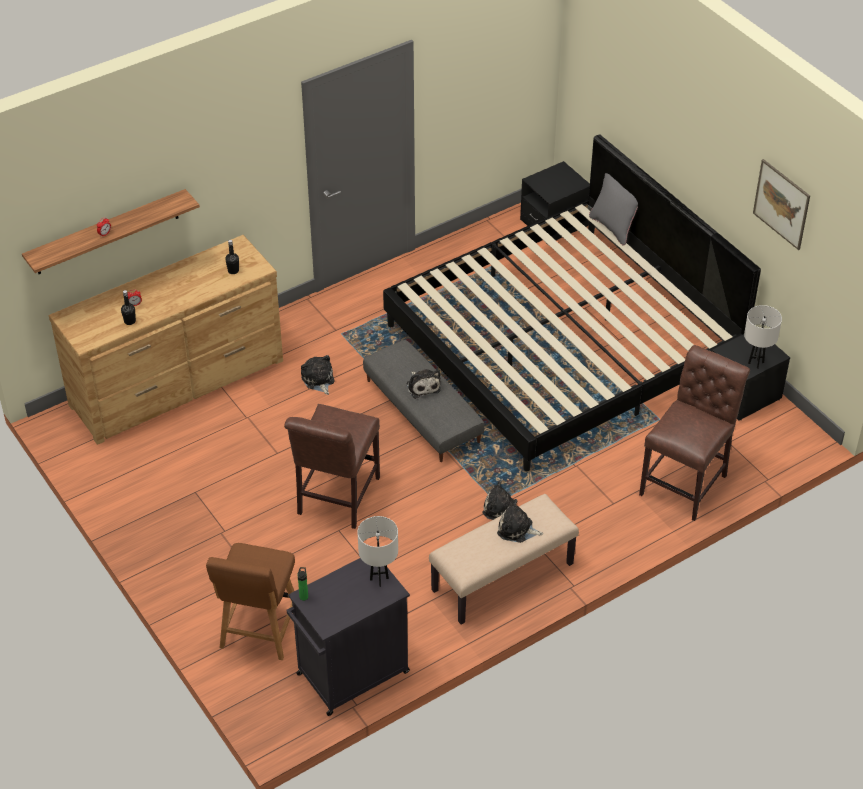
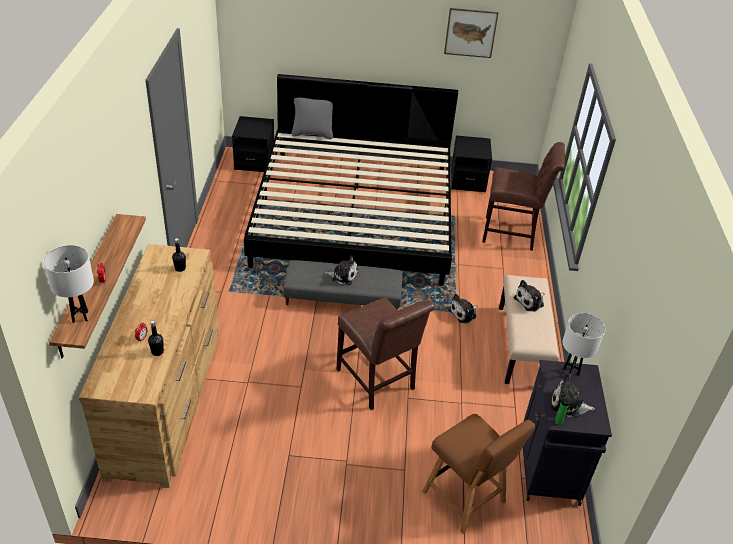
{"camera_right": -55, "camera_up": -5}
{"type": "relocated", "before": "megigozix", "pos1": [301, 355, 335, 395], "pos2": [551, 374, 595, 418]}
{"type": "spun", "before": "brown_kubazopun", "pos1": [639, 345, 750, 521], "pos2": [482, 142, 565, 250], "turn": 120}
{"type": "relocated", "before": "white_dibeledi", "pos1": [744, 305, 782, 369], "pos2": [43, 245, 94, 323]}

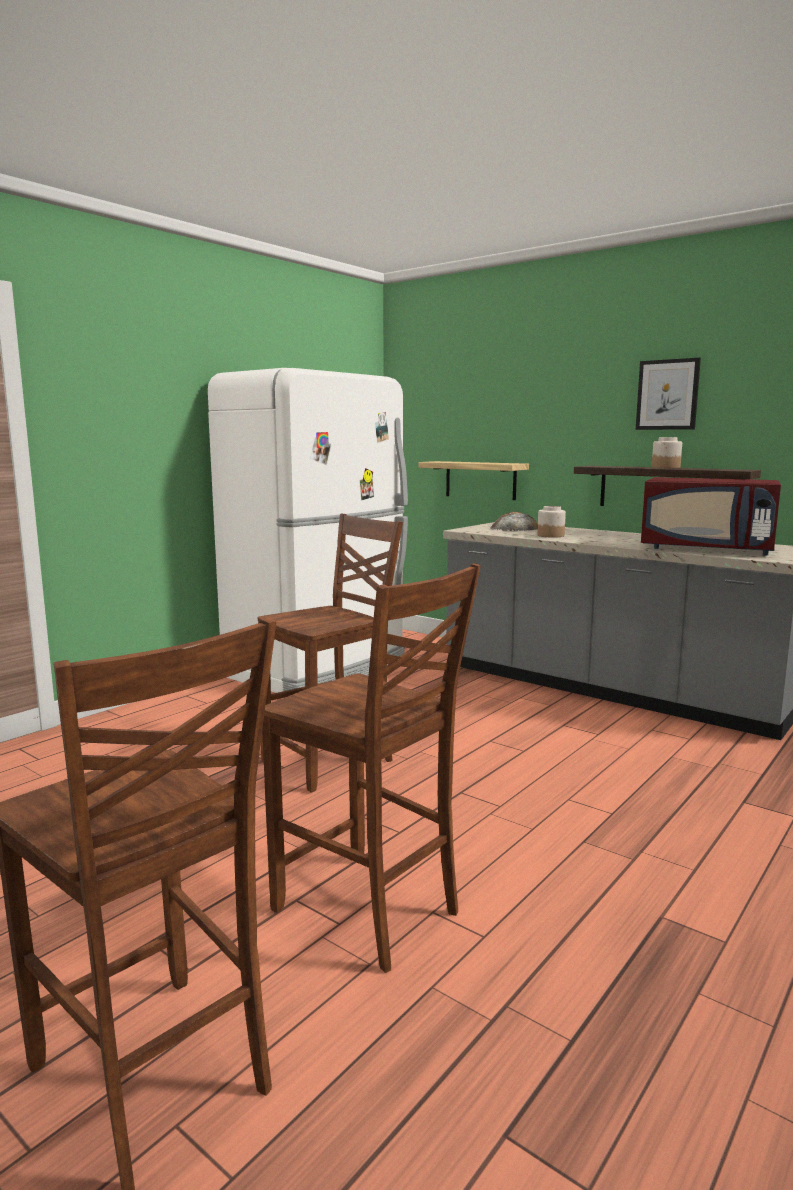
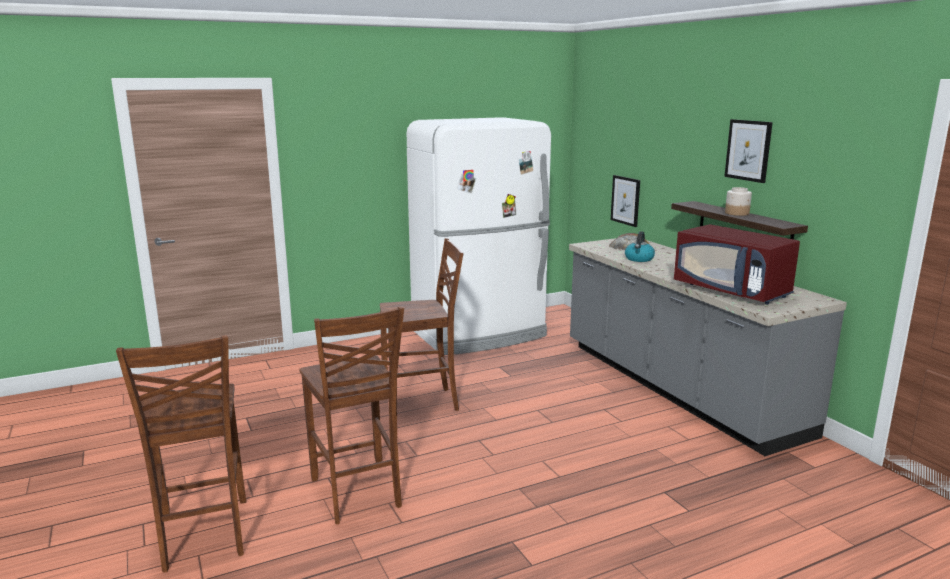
{"camera_right": 25, "camera_up": 5}
{"type": "exchanged", "before": "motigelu", "after": "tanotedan", "pos1": [419, 461, 529, 500], "pos2": [611, 175, 640, 227]}
{"type": "exchanged", "before": "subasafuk", "after": "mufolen", "pos1": [537, 506, 566, 538], "pos2": [625, 231, 655, 262]}

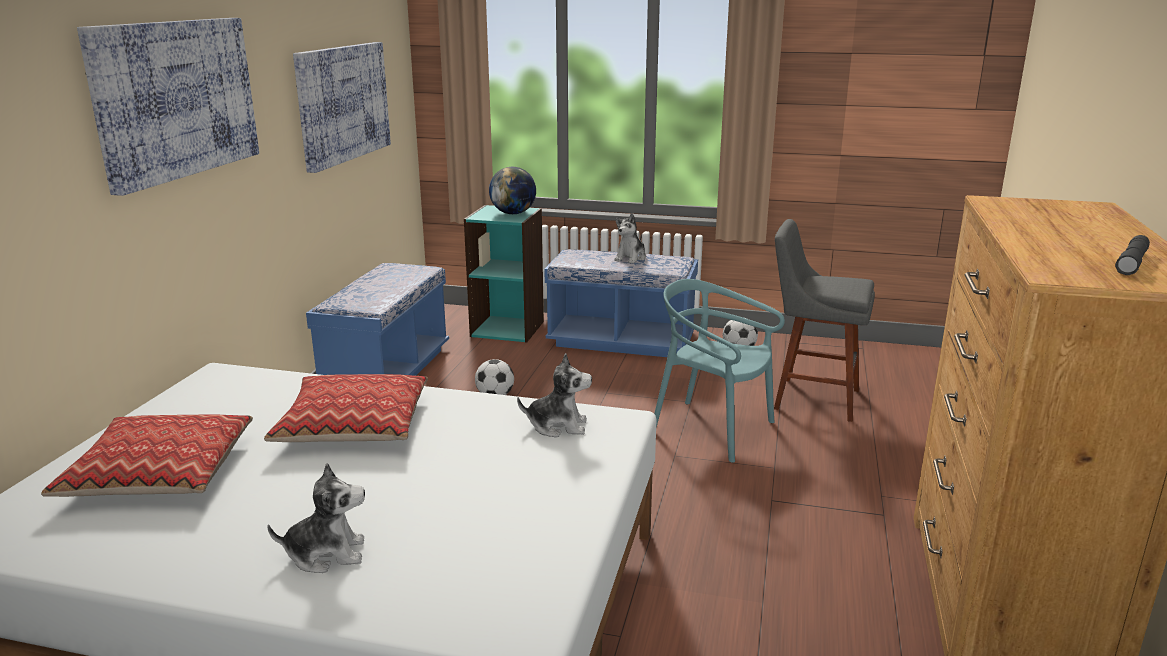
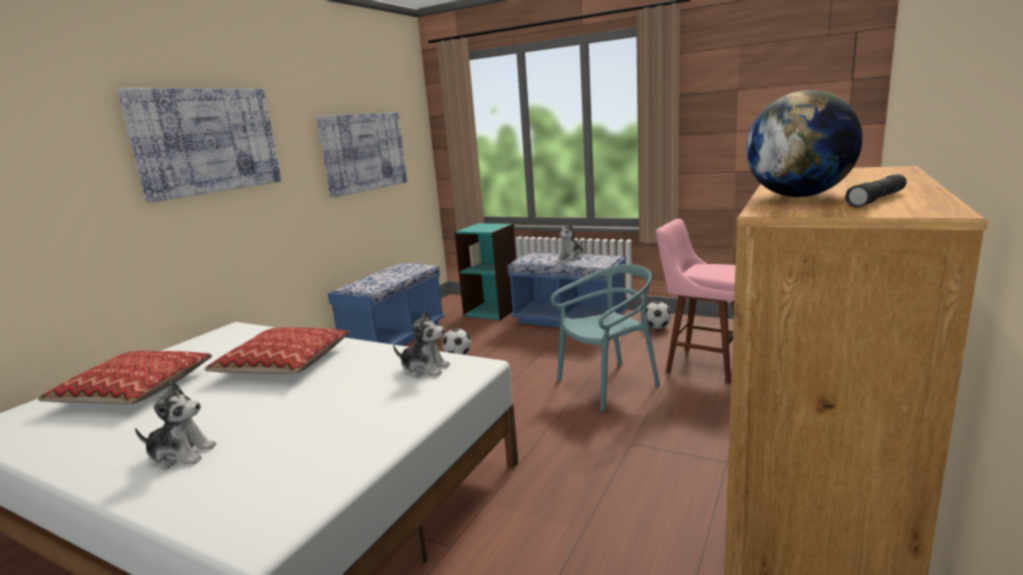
{"camera_right": 15, "camera_up": -5}
{"type": "relocated", "before": "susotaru", "pos1": [489, 167, 536, 214], "pos2": [746, 90, 863, 197]}
{"type": "spun", "before": "turquoise_kubazopun", "pos1": [654, 279, 785, 463], "pos2": [551, 264, 660, 411], "turn": 105}
{"type": "colour", "before": "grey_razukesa", "after": "pink_razukesa", "pos1": [774, 219, 875, 422], "pos2": [656, 219, 736, 384]}

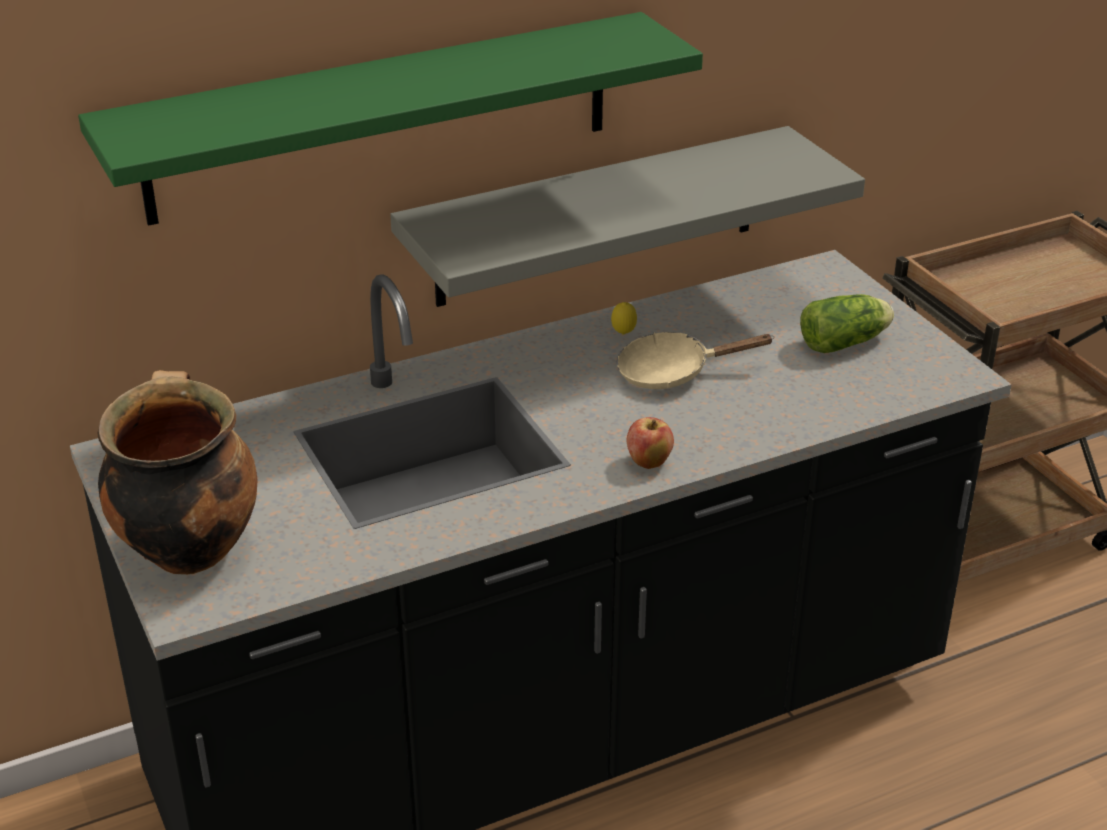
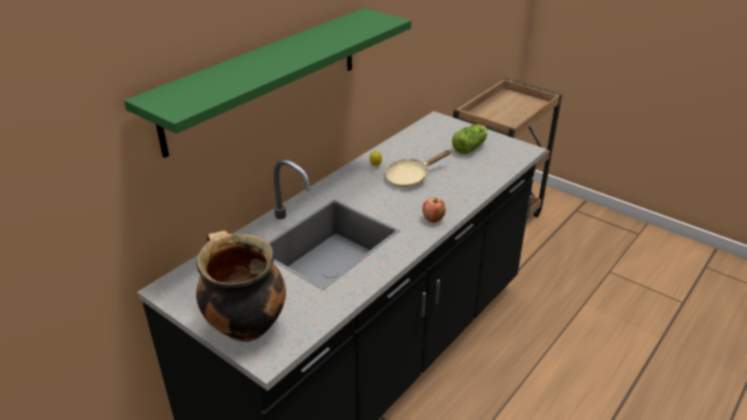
{"camera_right": -25, "camera_up": 0}
{"type": "missing", "before": "grey_motigelu", "pos1": [390, 126, 865, 307]}

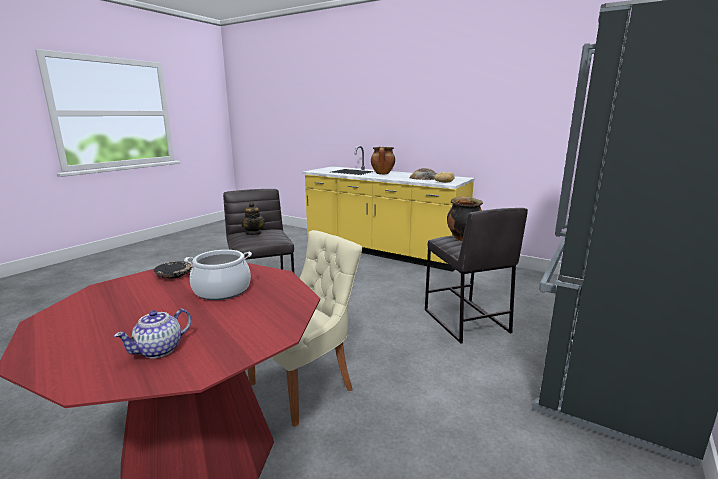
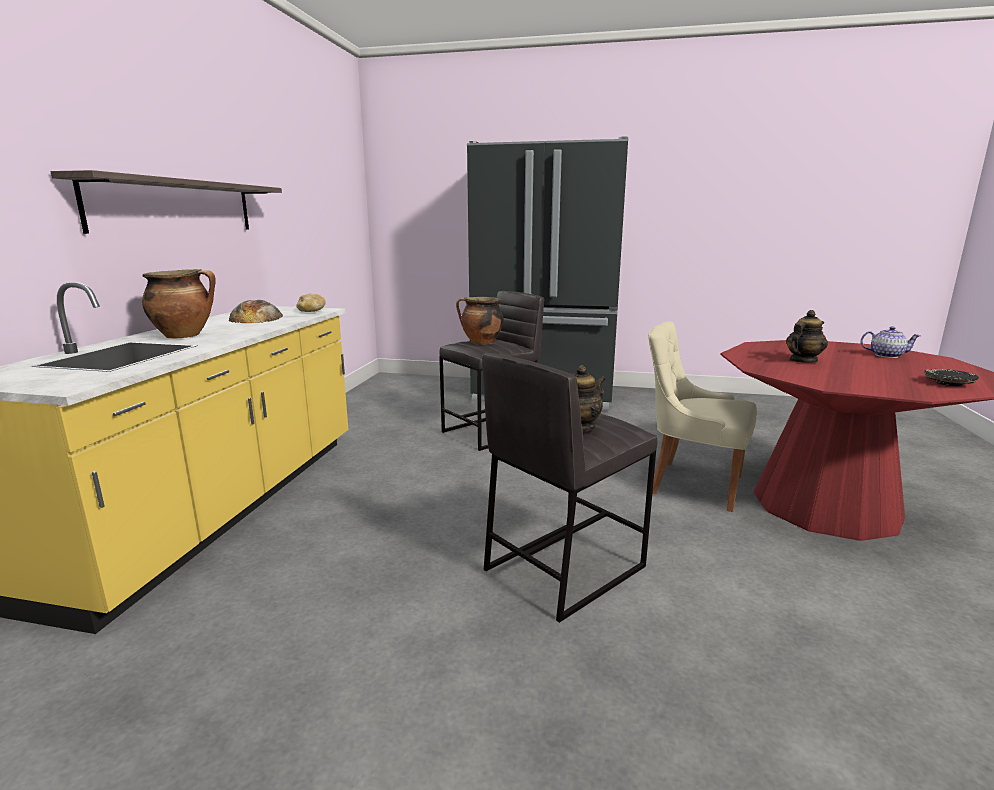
{"camera_right": -110, "camera_up": 0}
{"type": "relocated", "before": "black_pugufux", "pos1": [154, 261, 193, 278], "pos2": [924, 369, 979, 386]}
{"type": "exchanged", "before": "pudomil", "after": "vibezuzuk", "pos1": [184, 250, 252, 300], "pos2": [786, 310, 828, 363]}
{"type": "appeared", "after": "motigelu", "pos2": [51, 170, 282, 234]}

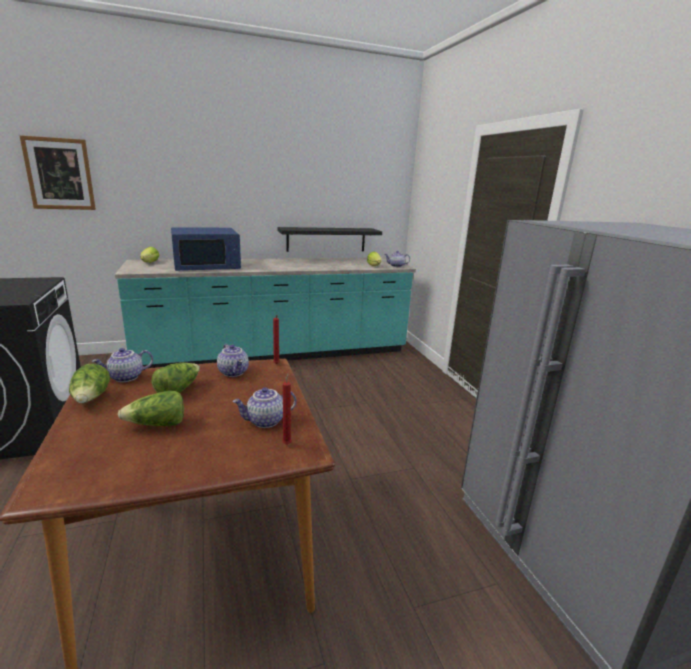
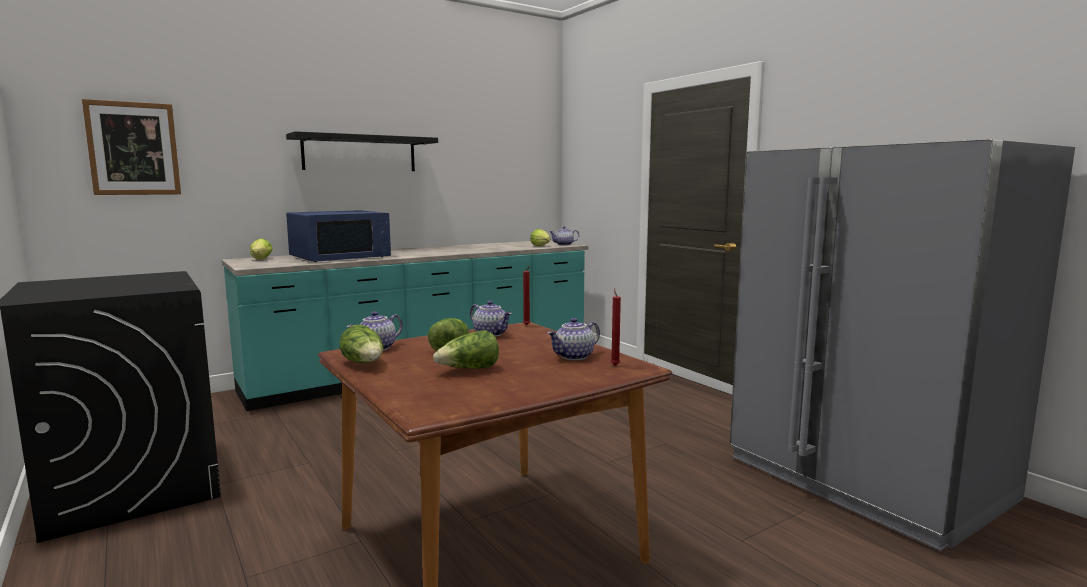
{"camera_right": -15, "camera_up": -10}
{"type": "relocated", "before": "black_motigelu", "pos1": [277, 227, 382, 252], "pos2": [286, 131, 438, 171]}

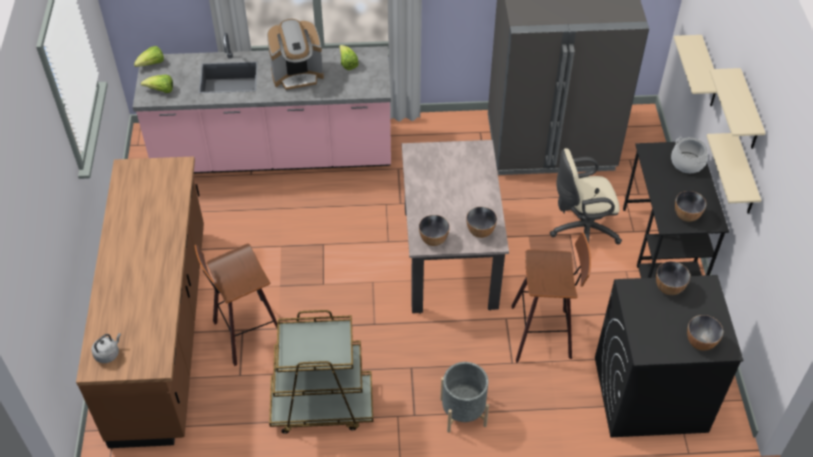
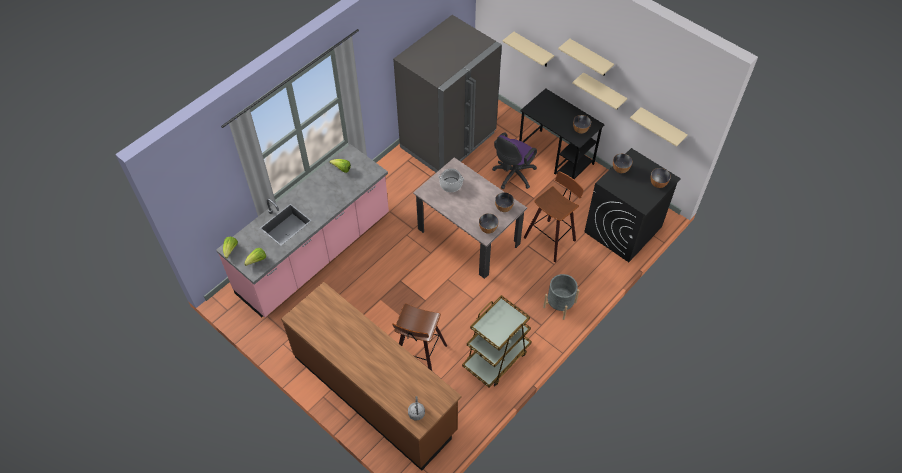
{"camera_right": -45, "camera_up": 5}
{"type": "missing", "before": "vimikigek", "pos1": [267, 19, 324, 92]}
{"type": "colour", "before": "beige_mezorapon", "after": "purple_mezorapon", "pos1": [550, 148, 622, 244], "pos2": [492, 132, 537, 189]}
{"type": "relocated", "before": "pudomil", "pos1": [671, 137, 708, 173], "pos2": [438, 168, 464, 192]}
{"type": "appeared", "after": "beige_motigelu", "pos2": [630, 107, 688, 147]}

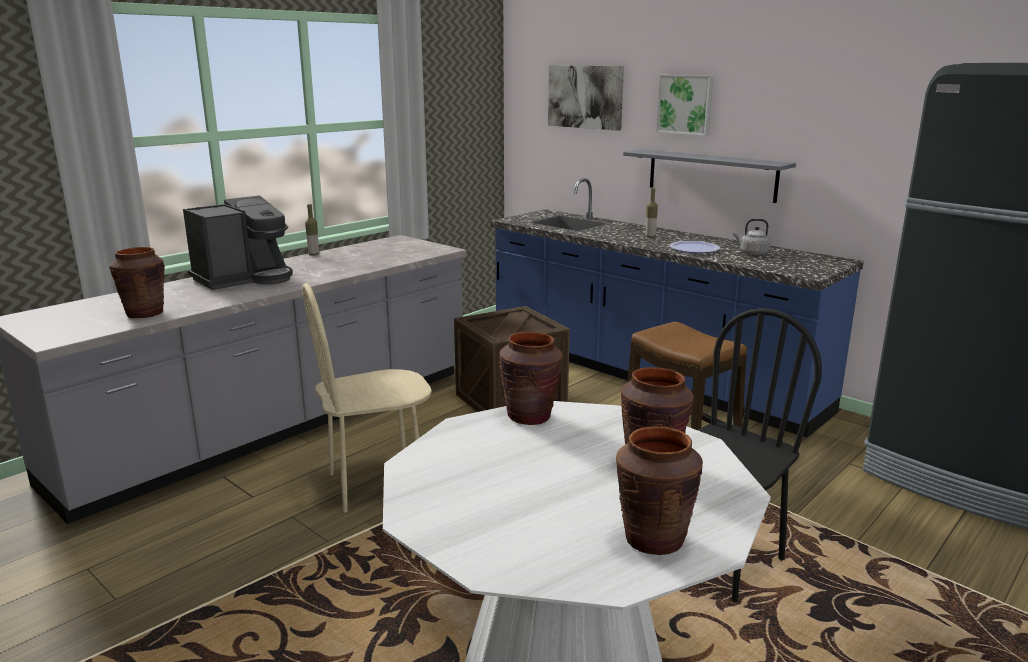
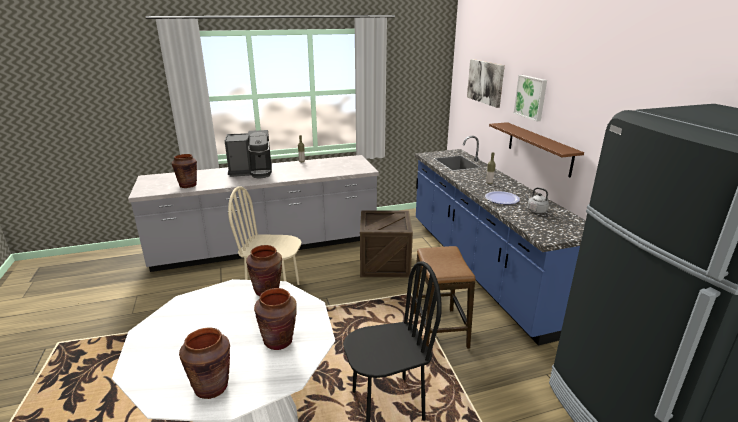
{"camera_right": 30, "camera_up": 5}
{"type": "colour", "before": "grey_motigelu", "after": "brown_motigelu", "pos1": [623, 149, 796, 203], "pos2": [489, 122, 584, 178]}

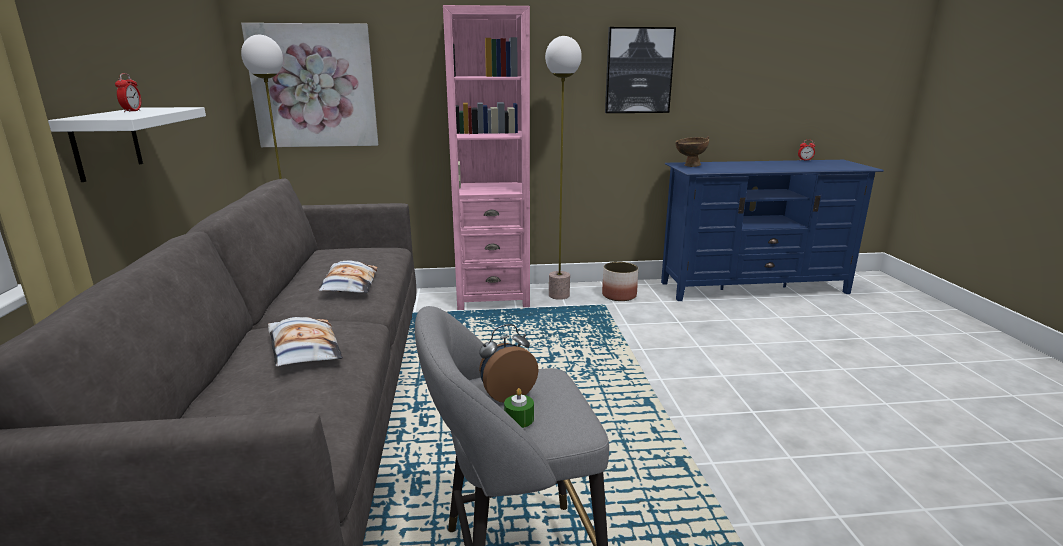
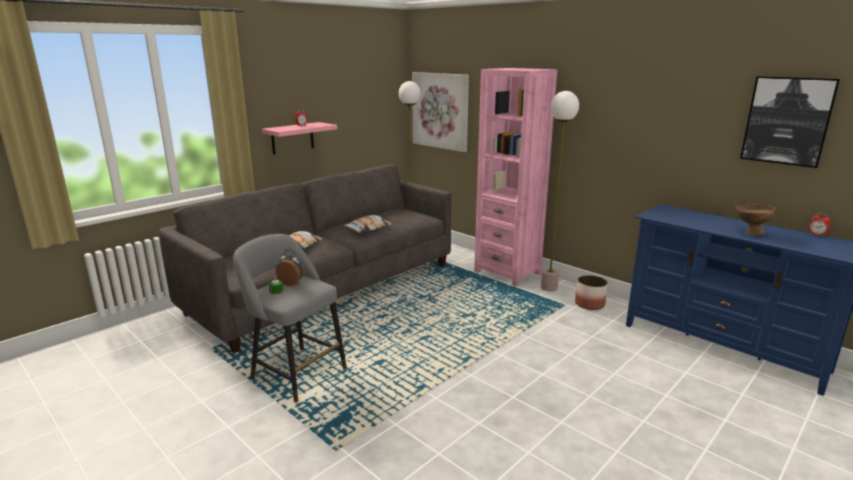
{"camera_right": 50, "camera_up": 0}
{"type": "colour", "before": "white_motigelu", "after": "pink_motigelu", "pos1": [48, 107, 206, 182], "pos2": [262, 122, 337, 154]}
{"type": "relocated", "before": "tanotedan", "pos1": [605, 27, 676, 113], "pos2": [740, 76, 840, 168]}
{"type": "relocated", "before": "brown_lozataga", "pos1": [675, 136, 709, 167], "pos2": [735, 204, 778, 236]}

